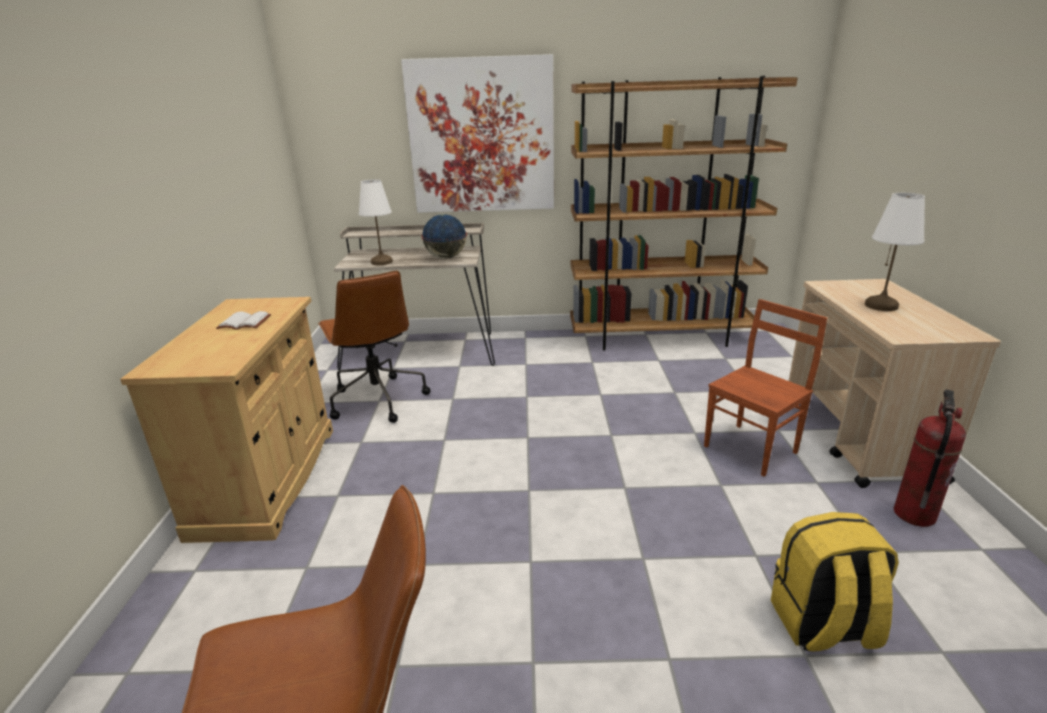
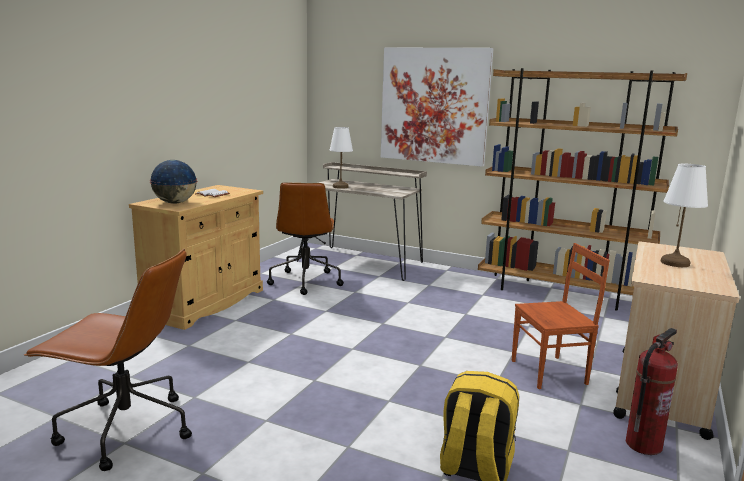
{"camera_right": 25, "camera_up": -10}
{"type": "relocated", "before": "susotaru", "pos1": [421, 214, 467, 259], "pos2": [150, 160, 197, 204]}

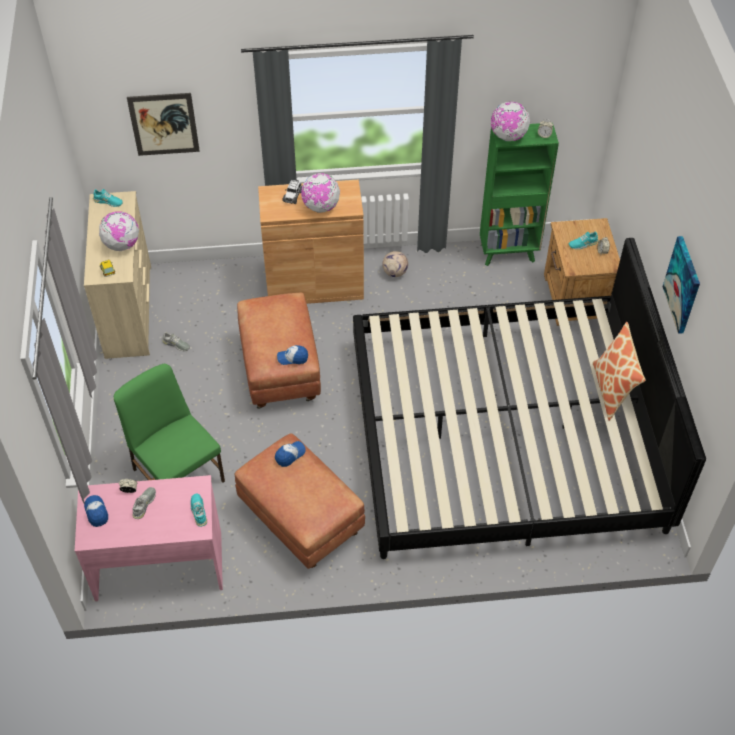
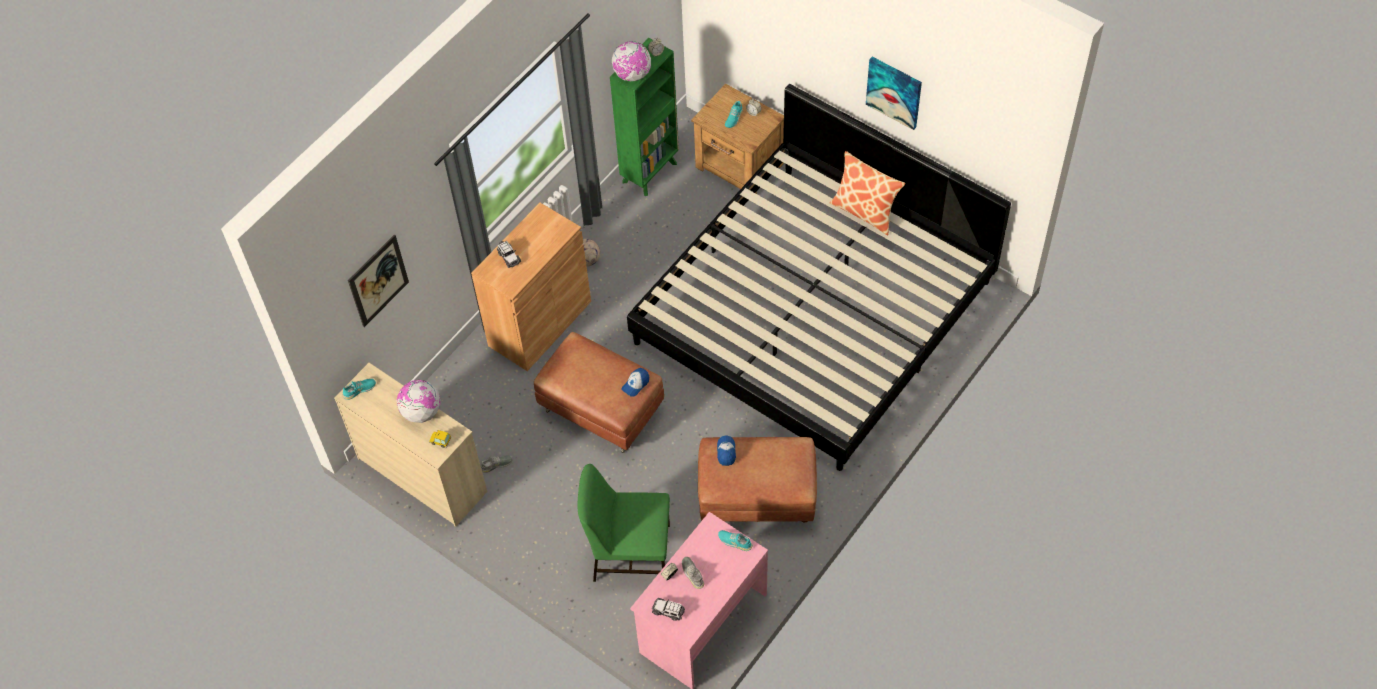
{"camera_right": -45, "camera_up": 5}
{"type": "exchanged", "before": "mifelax", "after": "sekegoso", "pos1": [84, 495, 108, 527], "pos2": [652, 598, 685, 621]}
{"type": "missing", "before": "susotaru", "pos1": [301, 173, 340, 213]}

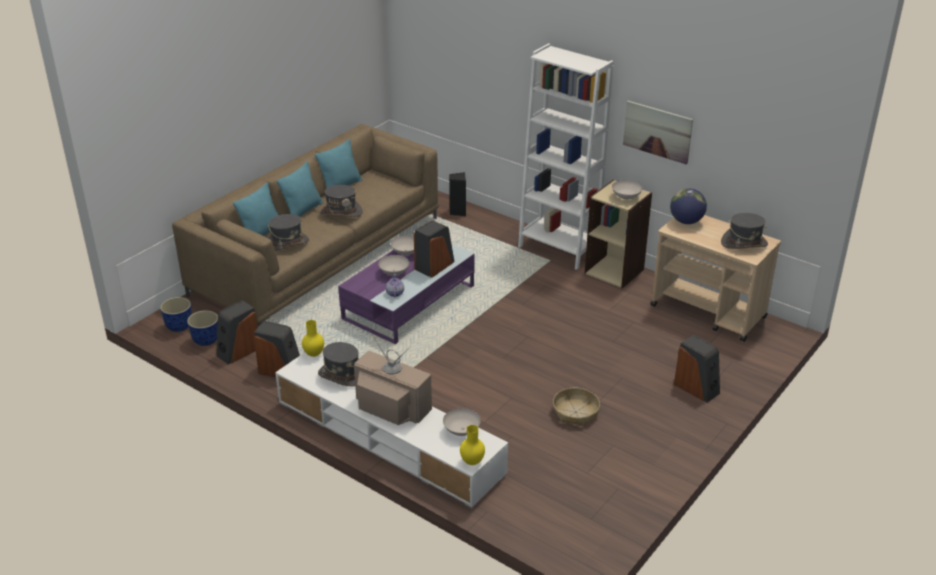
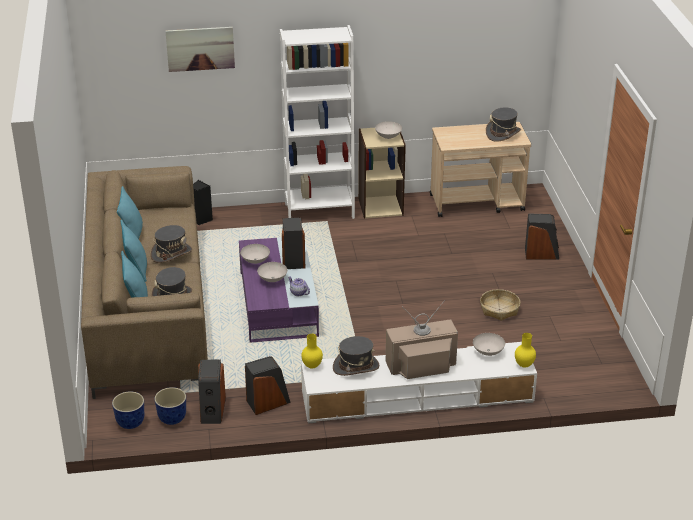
{"camera_right": -45, "camera_up": 0}
{"type": "relocated", "before": "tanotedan", "pos1": [623, 101, 693, 165], "pos2": [166, 27, 235, 72]}
{"type": "missing", "before": "susotaru", "pos1": [670, 188, 707, 224]}

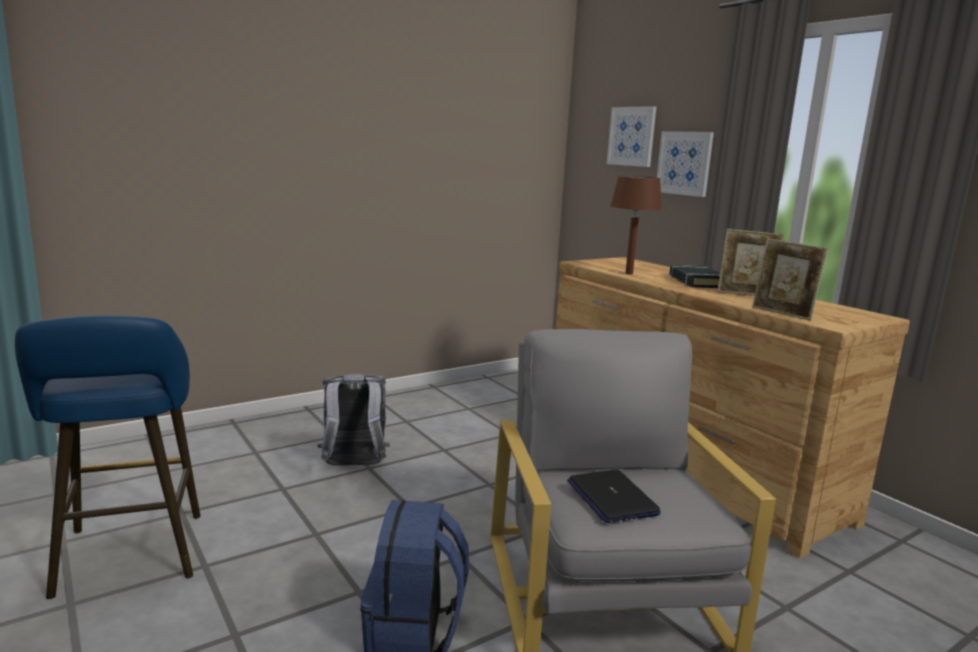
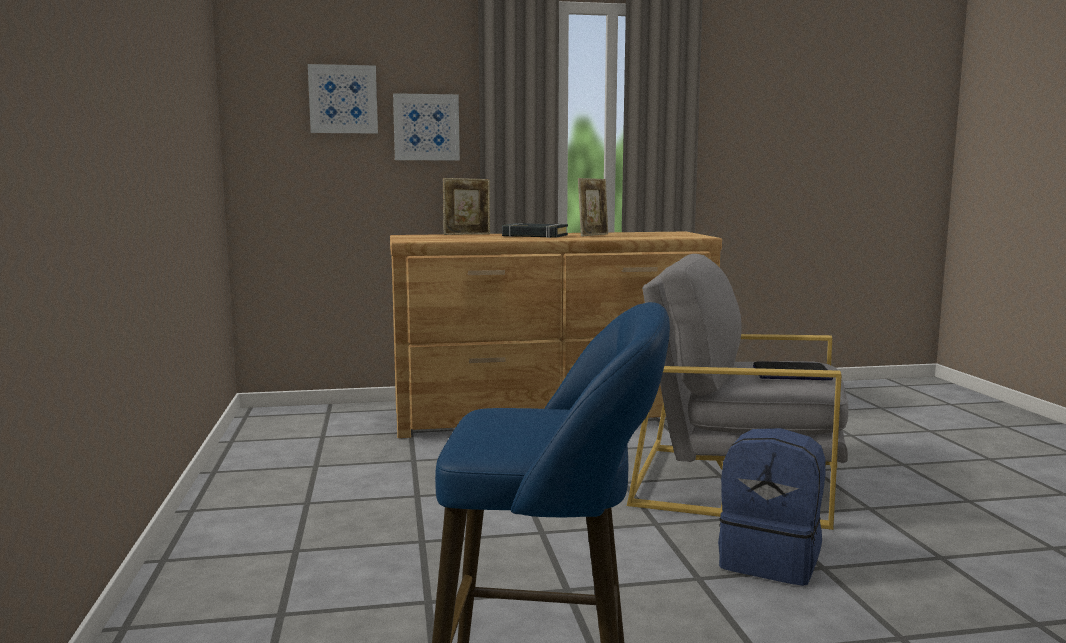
{"camera_right": -65, "camera_up": -5}
{"type": "missing", "before": "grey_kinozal", "pos1": [317, 374, 390, 466]}
{"type": "missing", "before": "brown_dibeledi", "pos1": [610, 176, 662, 275]}
{"type": "relocated", "before": "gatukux", "pos1": [752, 238, 828, 321], "pos2": [443, 178, 490, 235]}

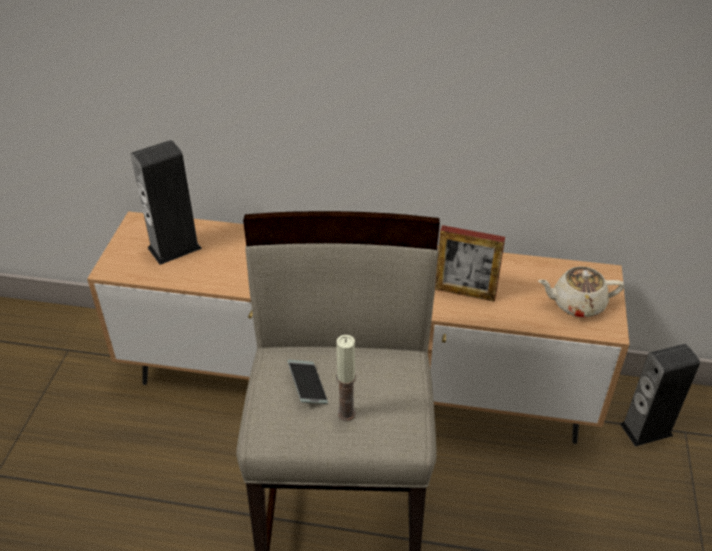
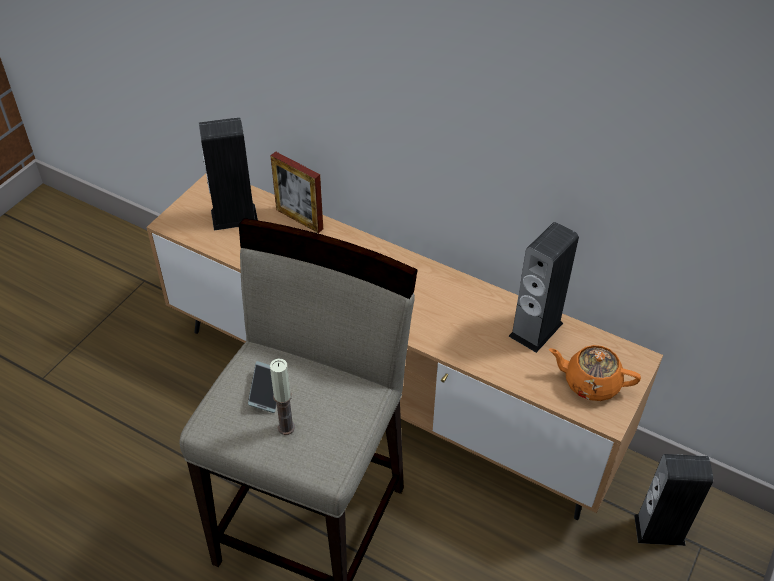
{"camera_right": 20, "camera_up": 5}
{"type": "relocated", "before": "gatukux", "pos1": [435, 225, 505, 302], "pos2": [270, 152, 323, 233]}
{"type": "colour", "before": "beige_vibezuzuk", "after": "orange_vibezuzuk", "pos1": [538, 266, 624, 318], "pos2": [549, 345, 641, 401]}
{"type": "appeared", "after": "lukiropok", "pos2": [508, 222, 579, 353]}

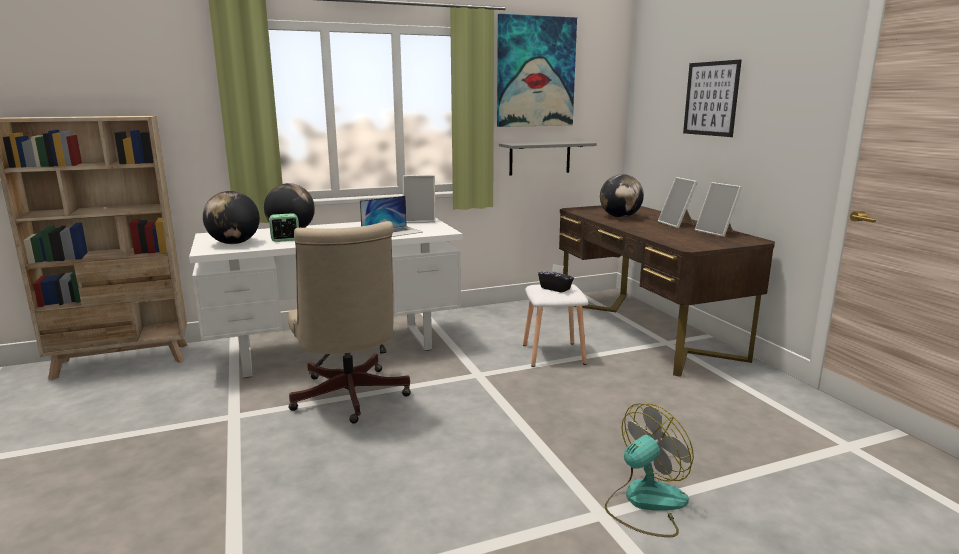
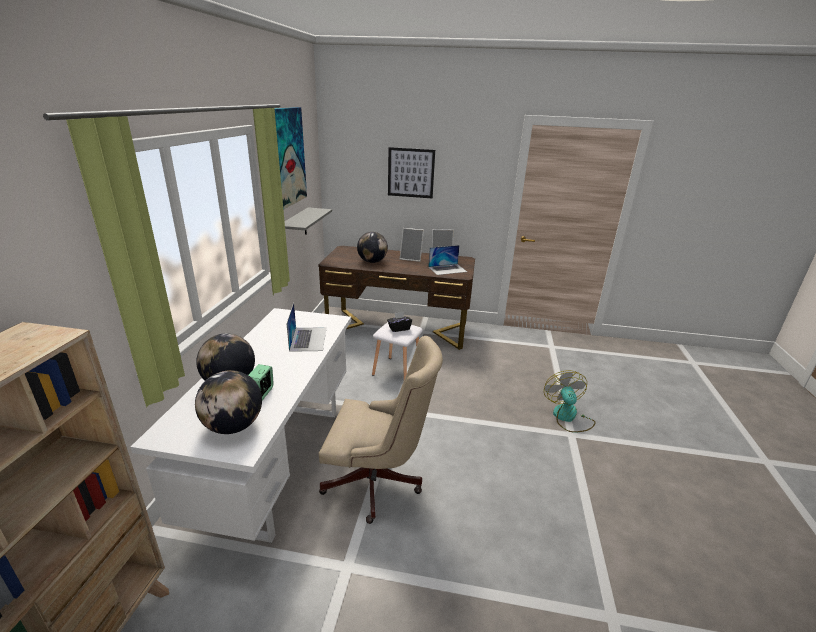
{"camera_right": -60, "camera_up": 10}
{"type": "missing", "before": "gatukux", "pos1": [403, 175, 436, 223]}
{"type": "appeared", "after": "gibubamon", "pos2": [428, 245, 467, 275]}

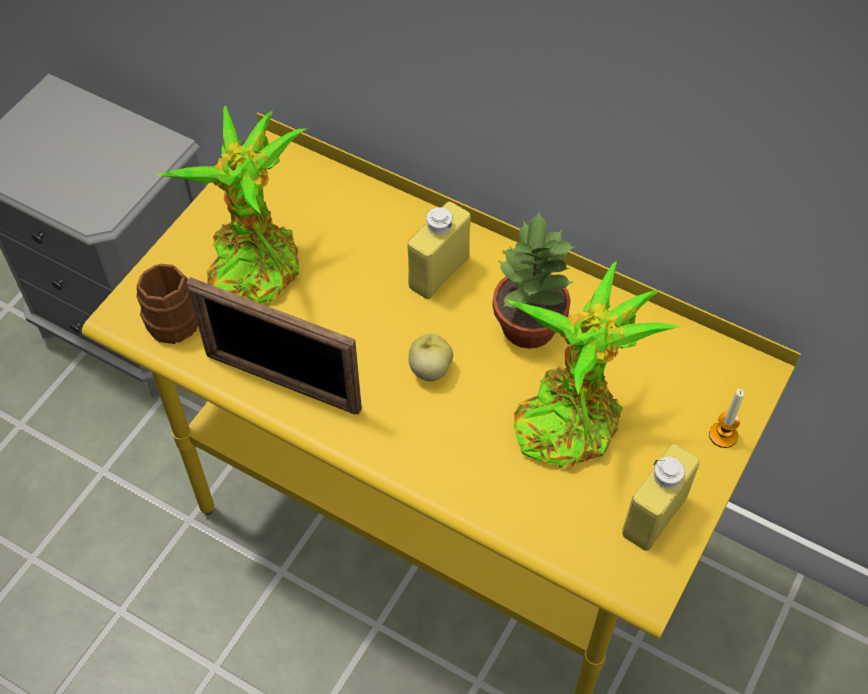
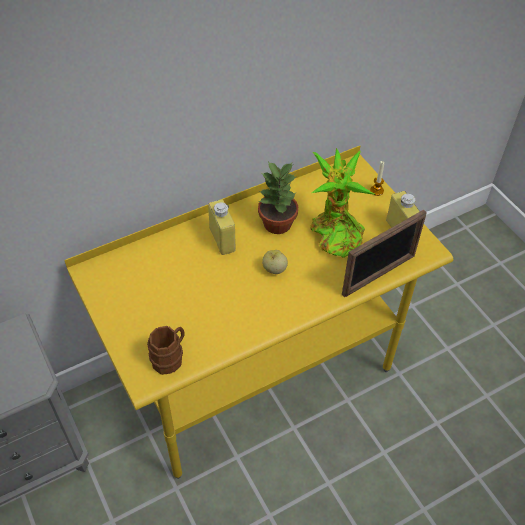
{"camera_right": -60, "camera_up": -5}
{"type": "missing", "before": "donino", "pos1": [158, 105, 307, 303]}
{"type": "relocated", "before": "gatukux", "pos1": [186, 277, 362, 415], "pos2": [342, 210, 427, 297]}

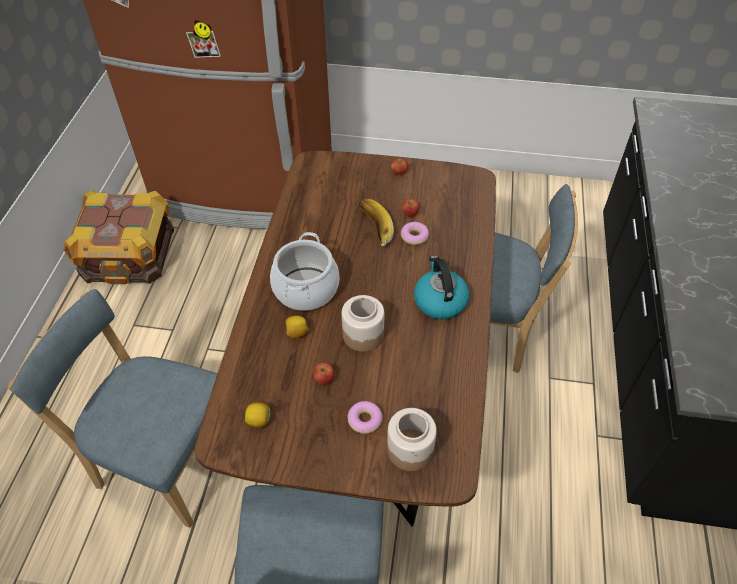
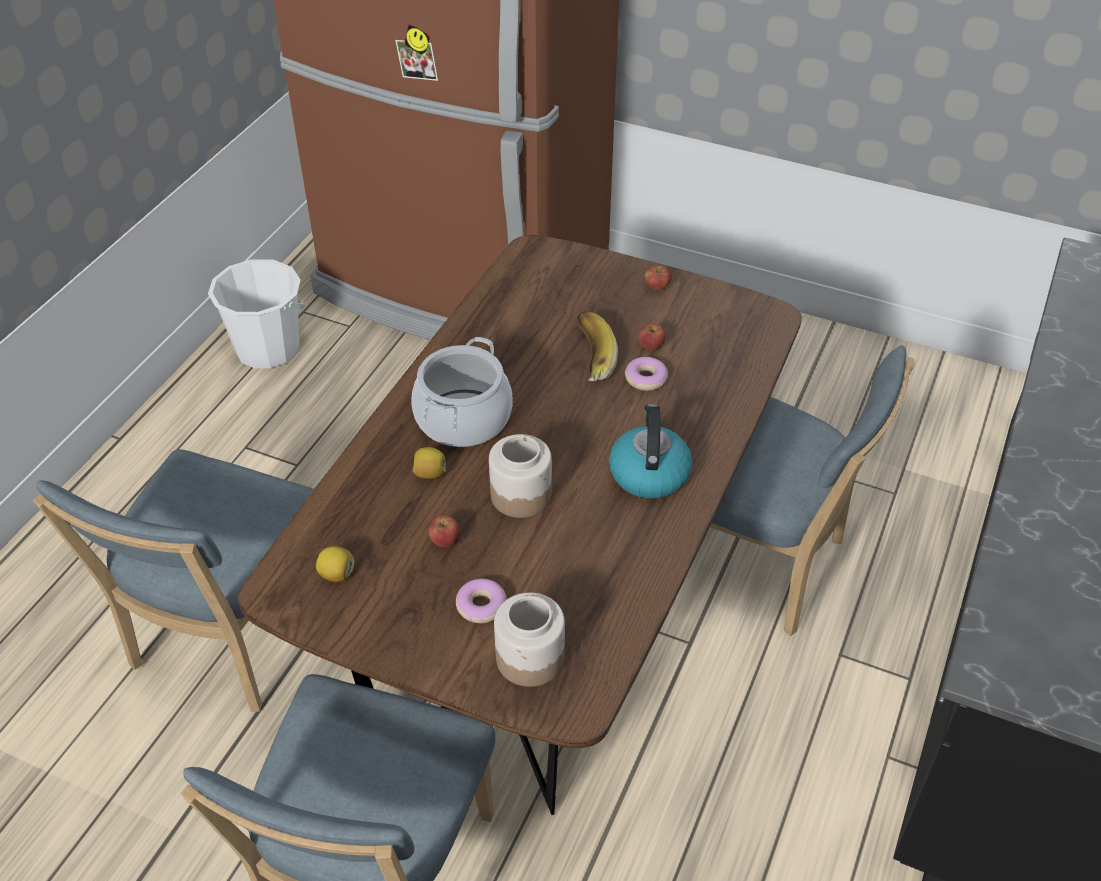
{"camera_right": 15, "camera_up": -5}
{"type": "spun", "before": "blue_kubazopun", "pos1": [8, 289, 218, 528], "pos2": [33, 449, 314, 712], "turn": -105}
{"type": "exchanged", "before": "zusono", "after": "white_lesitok", "pos1": [64, 190, 174, 284], "pos2": [208, 259, 305, 368]}

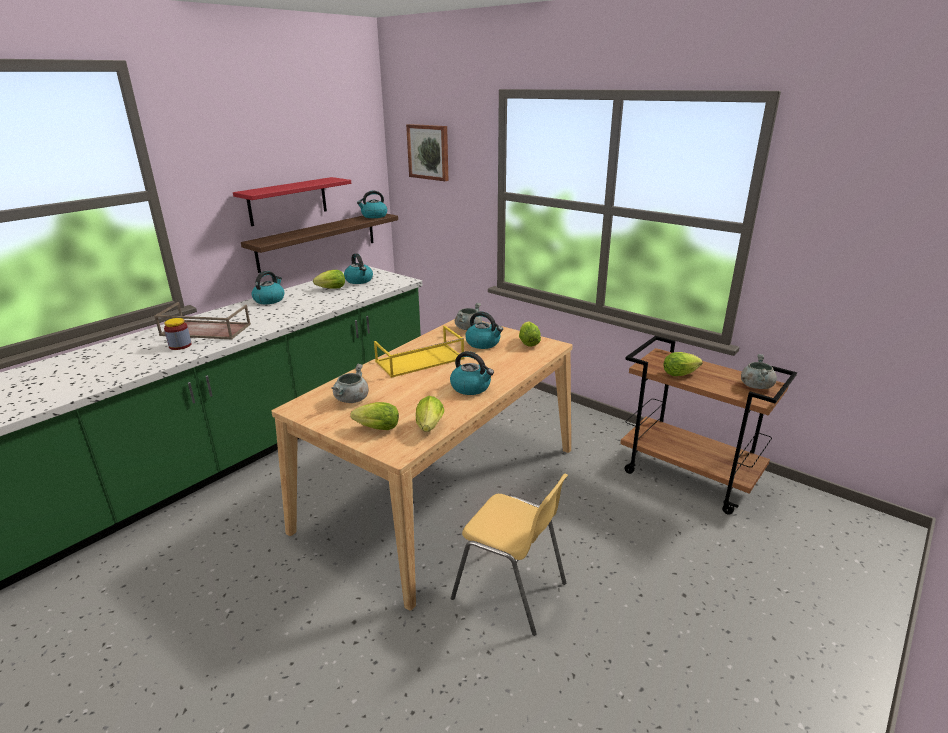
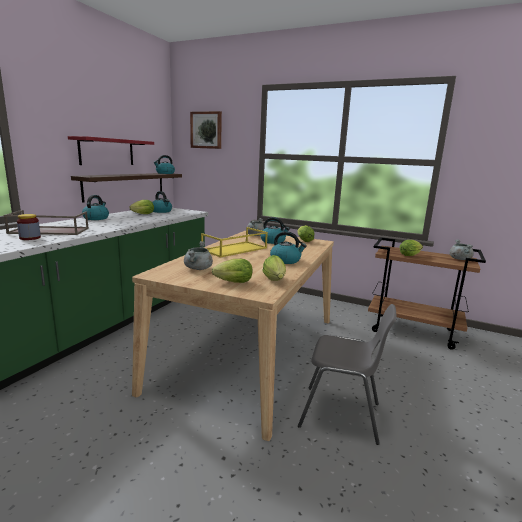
{"camera_right": -15, "camera_up": -10}
{"type": "colour", "before": "yellow_kubazopun", "after": "grey_kubazopun", "pos1": [451, 473, 568, 636], "pos2": [298, 304, 396, 445]}

